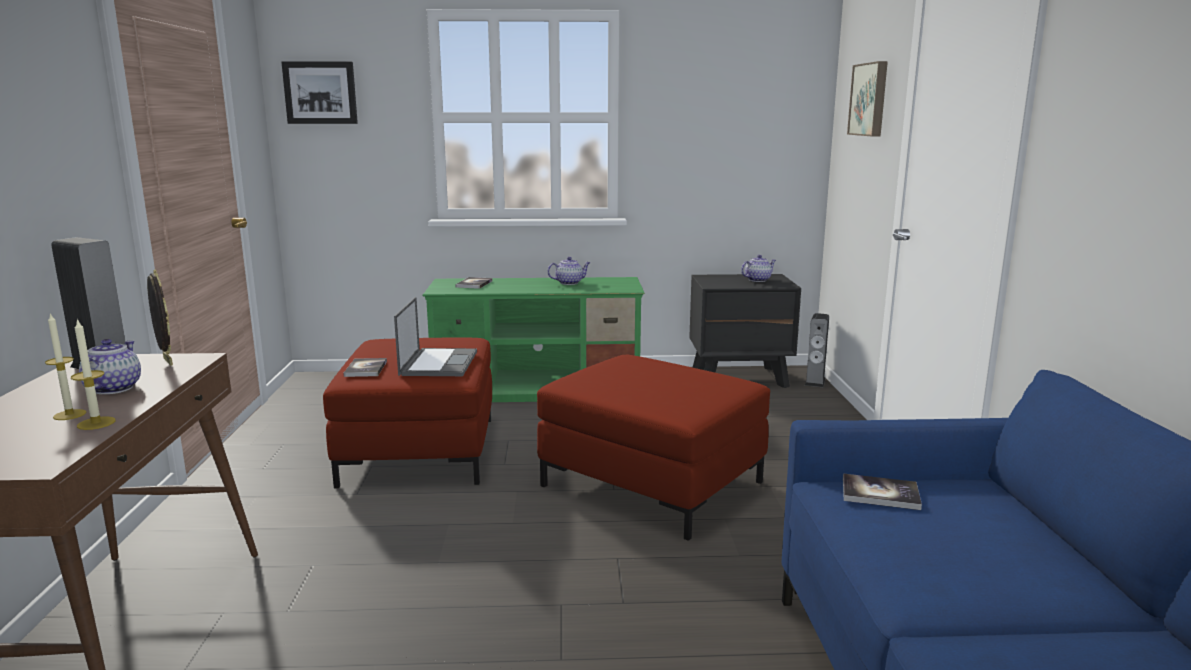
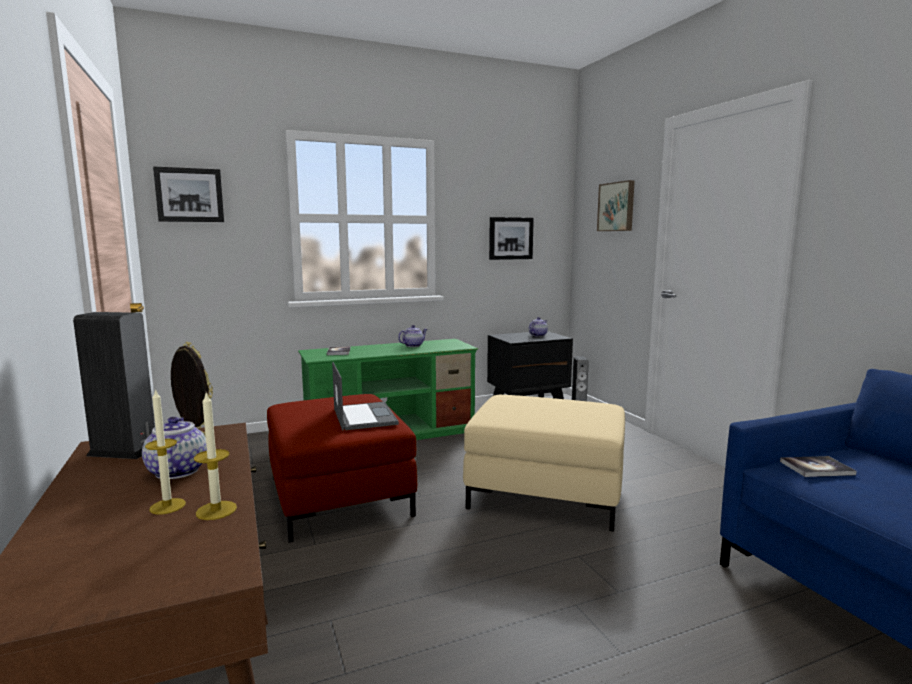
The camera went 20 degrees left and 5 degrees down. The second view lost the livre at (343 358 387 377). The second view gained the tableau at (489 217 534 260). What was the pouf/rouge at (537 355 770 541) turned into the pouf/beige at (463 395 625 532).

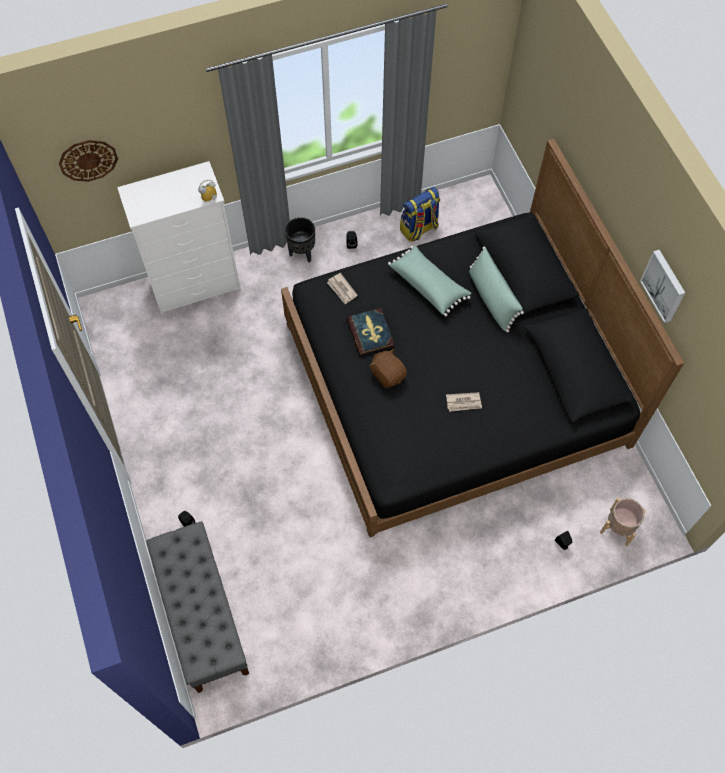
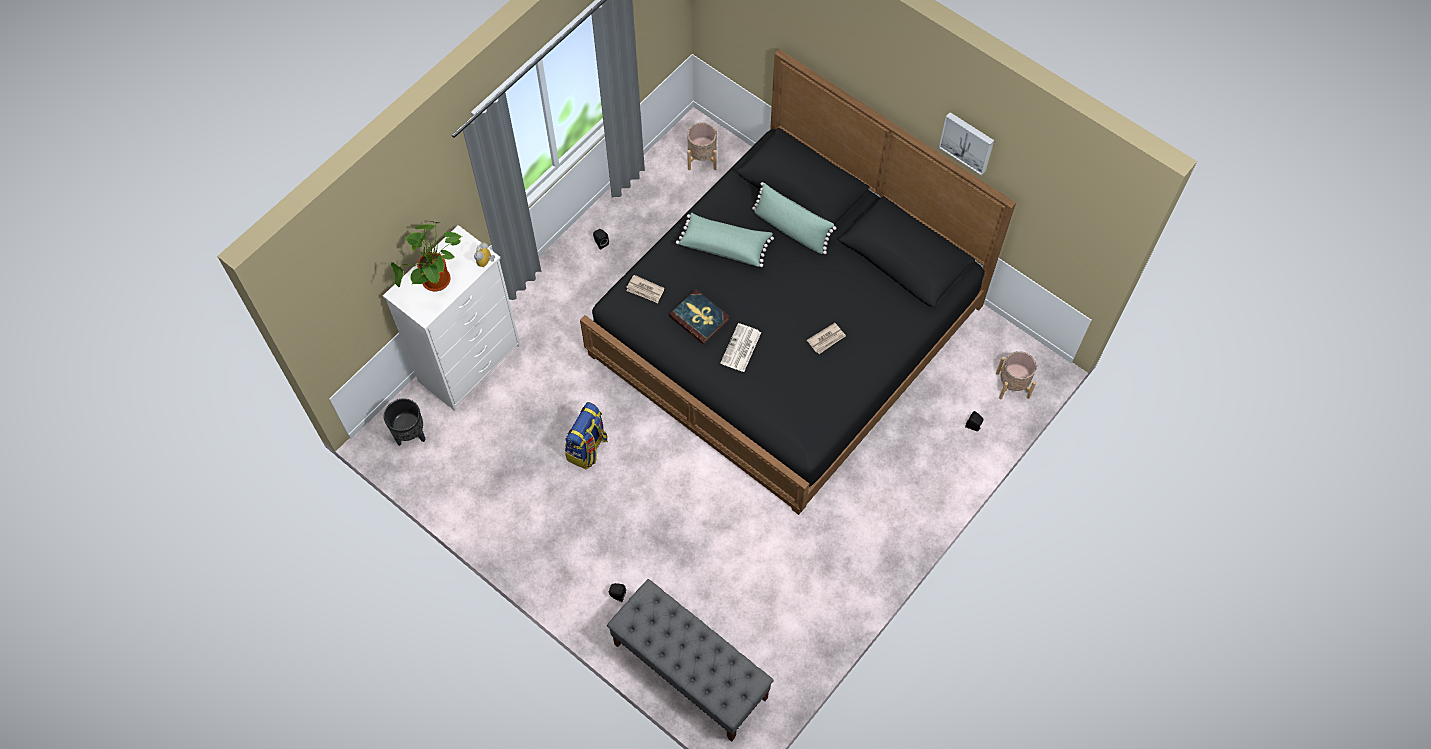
The camera went 30 degrees left and 0 degrees up. The second view lost the horloge murale at (59 140 118 182). The second view gained the plante en pot at (391 221 462 291). The second view gained the cache-pot/beige at (687 122 717 170). The cache-pot/noir ended up elsewhere, having gone from (285 217 315 262) to (384 398 426 446). The sac à dos ended up elsewhere, having gone from (400 187 440 242) to (565 402 608 469). Where the peluche/marron stood at (370 349 407 388), the journal came to stand at (721 323 761 372).

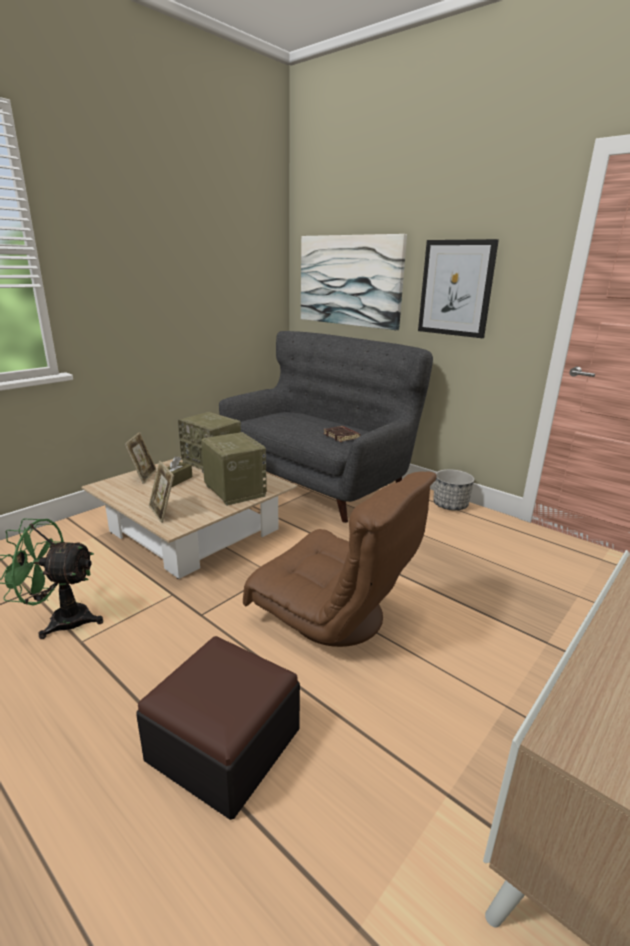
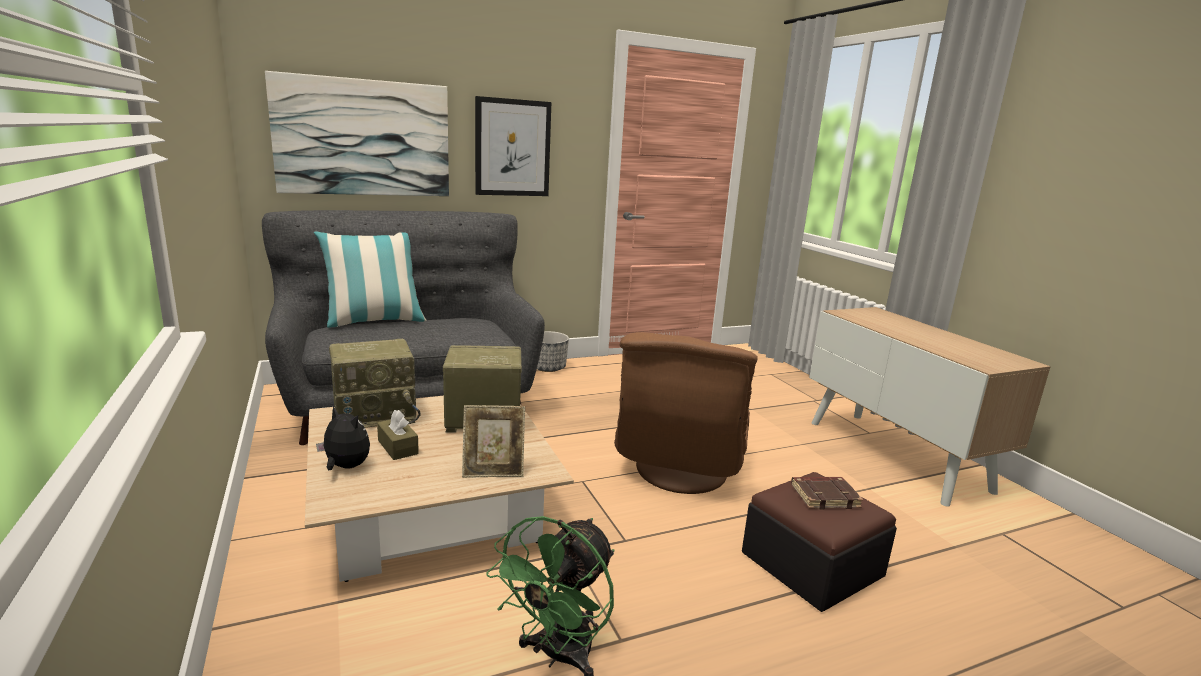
The camera went 65 degrees left and 5 degrees down. The second view gained the coussin at (314 232 427 328). The livre/marron ended up elsewhere, having gone from (323 426 361 442) to (791 477 863 510). Where the cadre photo stood at (125 432 157 484), the peluche came to stand at (316 406 370 470). The fauteuil/marron at (243 471 437 647) ended up facing another way, 135 degrees clockwise from before.

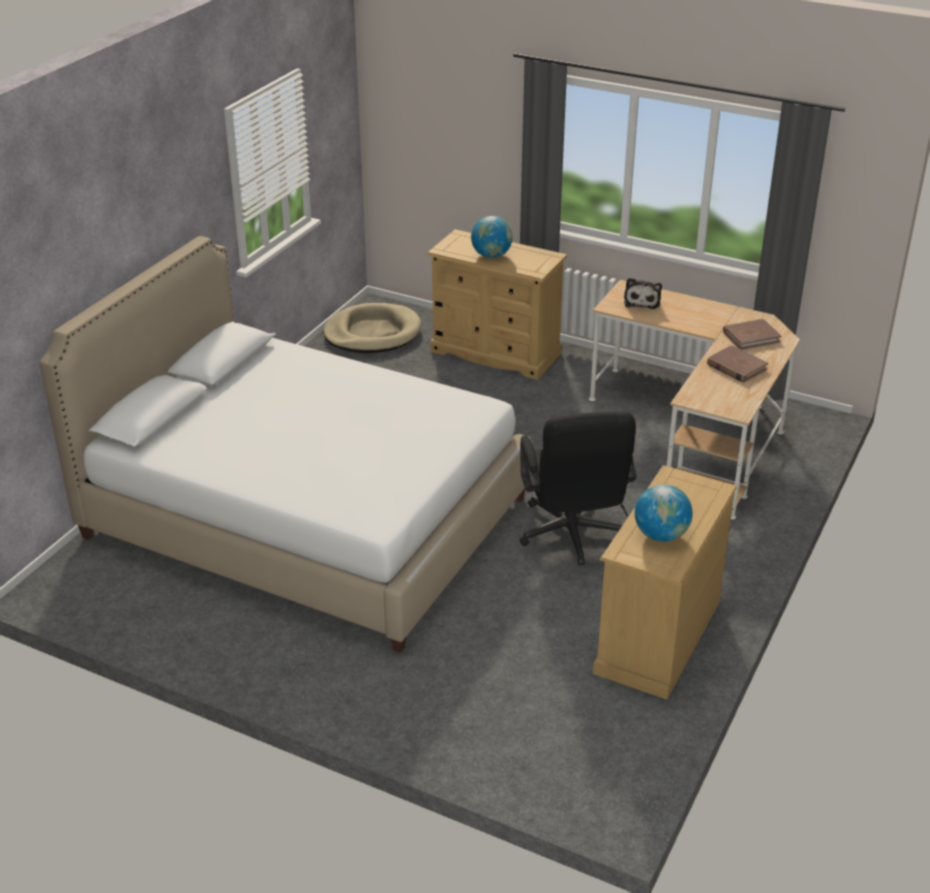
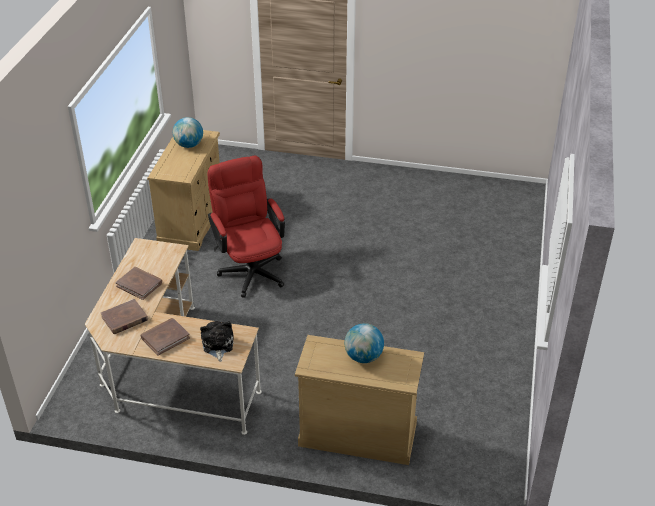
The camera went 165 degrees right and 5 degrees up. The second view lost the lit/blanc at (39 236 531 653). The second view lost the panier pour chien/beige at (323 303 421 353). The second view gained the livre/marron at (141 318 190 356). What was the chaise de bureau/noir at (520 412 637 565) turned into the chaise de bureau/rouge at (207 156 285 298).

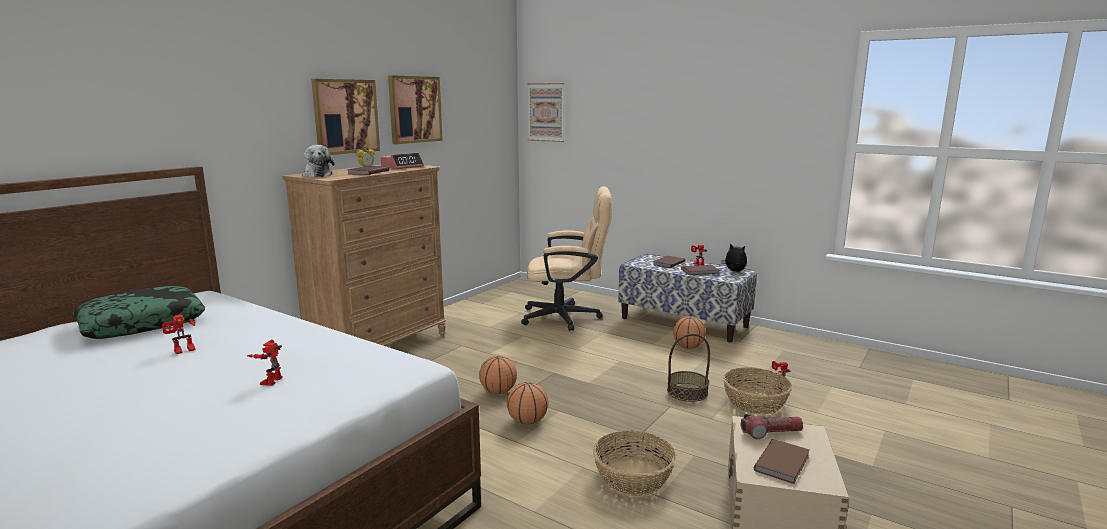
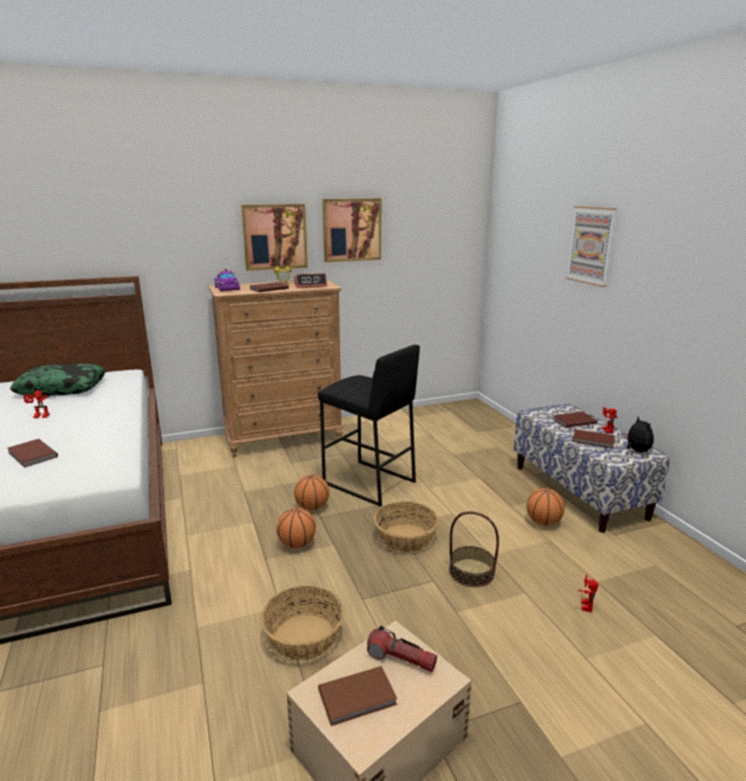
The camera went 35 degrees right and 5 degrees up. The second view lost the chaise de bureau/beige at (521 186 612 331). The second view gained the tabouret/noir at (318 345 420 507). The tableau ended up elsewhere, having gone from (527 83 564 142) to (566 206 617 287). The panier ended up elsewhere, having gone from (723 367 792 415) to (374 501 439 553). Where the robot jouet stood at (247 340 283 386), the livre/marron came to stand at (7 439 58 468). Where the peluche stood at (303 145 335 177), the petite voiture/violet came to stand at (214 269 240 291).

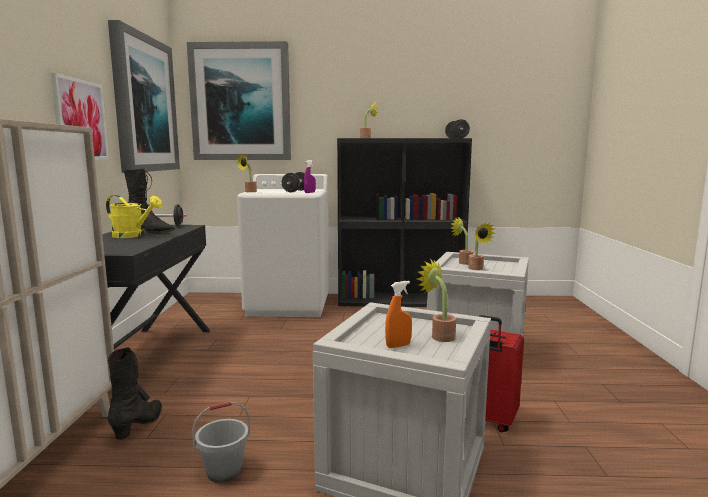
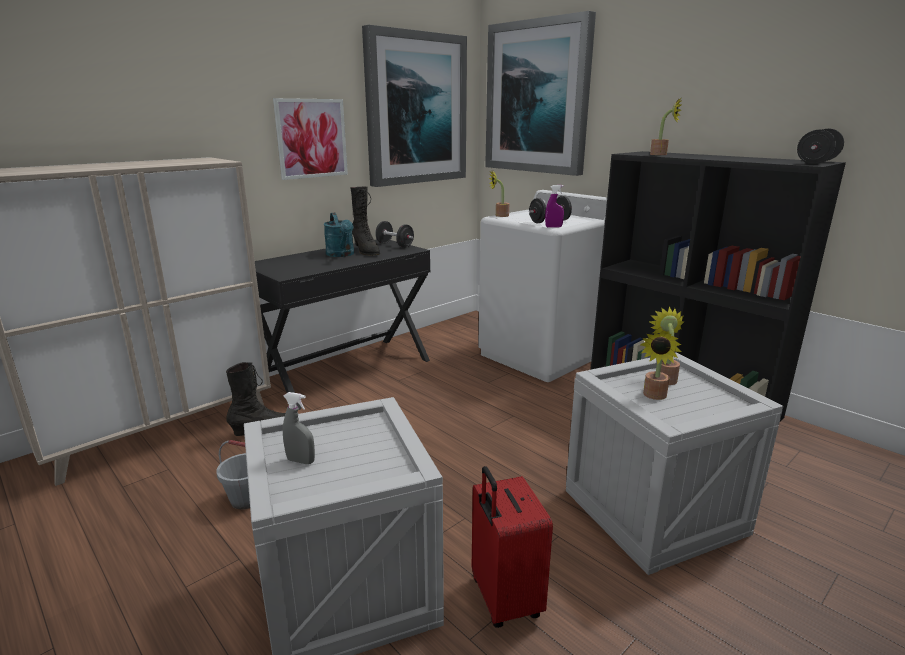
The camera went 45 degrees right and 10 degrees up. The second view lost the plante en pot at (417 259 456 342). What was the arrosoir/jaune at (106 195 162 238) turned into the arrosoir/turquoise at (324 213 354 257). What was the vaporisateur/orange at (385 281 412 348) turned into the vaporisateur/gris at (283 392 315 464).

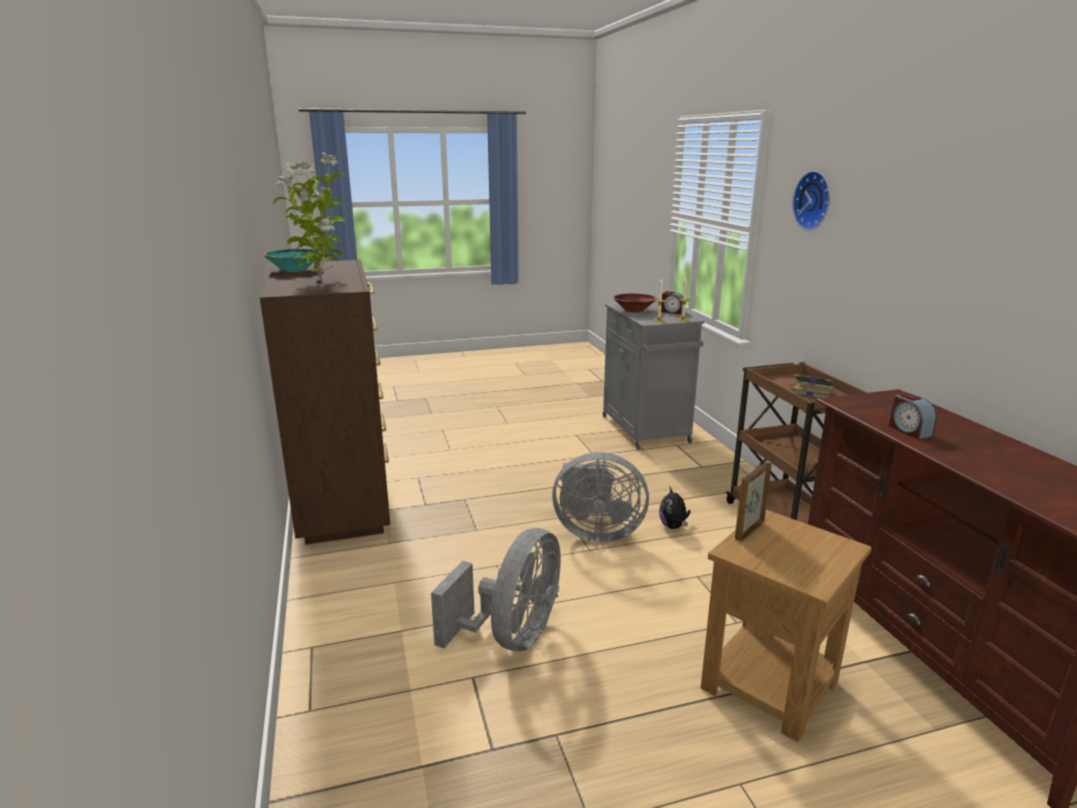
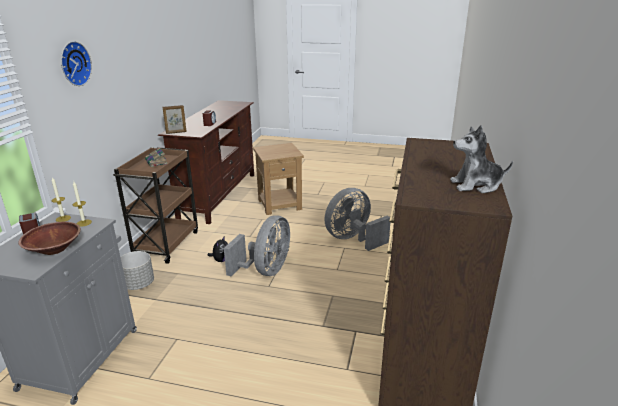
The camera went 150 degrees left and 5 degrees up. The second view lost the plante en pot at (273 153 345 282). The second view gained the cache-pot/gris at (120 251 154 290). The cadre photo ended up elsewhere, having gone from (735 462 772 542) to (162 105 187 134). Where the bol/turquoise stood at (263 249 321 272), the peluche came to stand at (450 125 513 193). The ventilateur/gris at (552 452 649 542) ended up facing another way, 75 degrees clockwise from before.

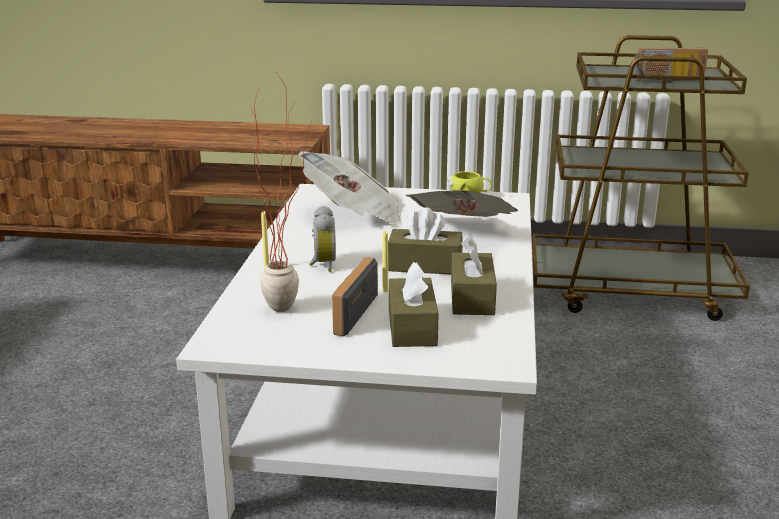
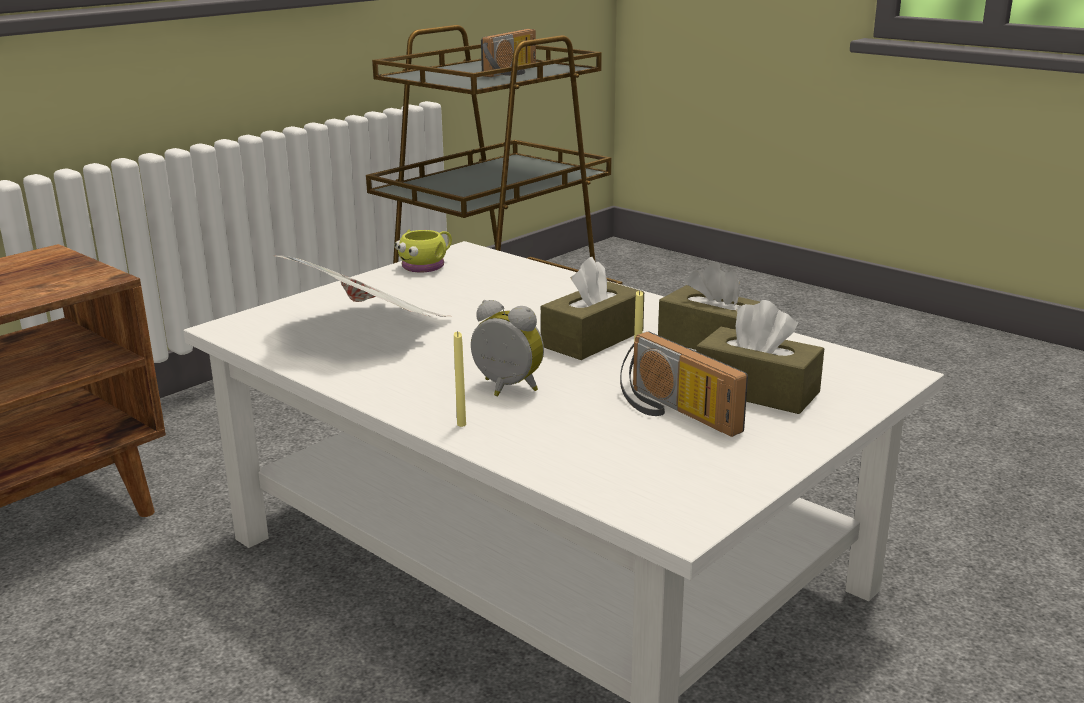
The camera went 55 degrees left and 0 degrees up. The second view lost the plante en pot at (249 71 312 312). The second view lost the journal at (406 190 518 217).

